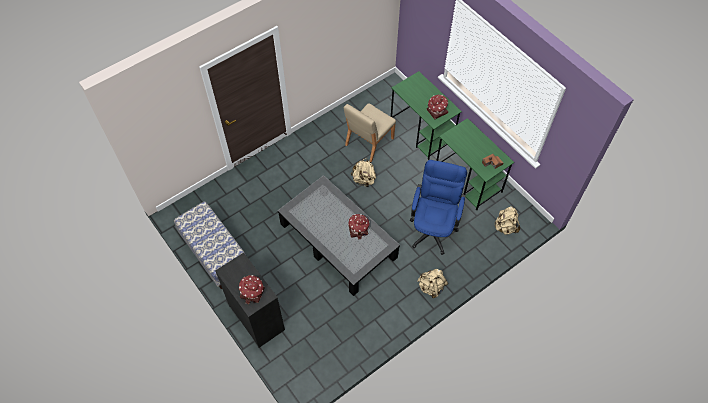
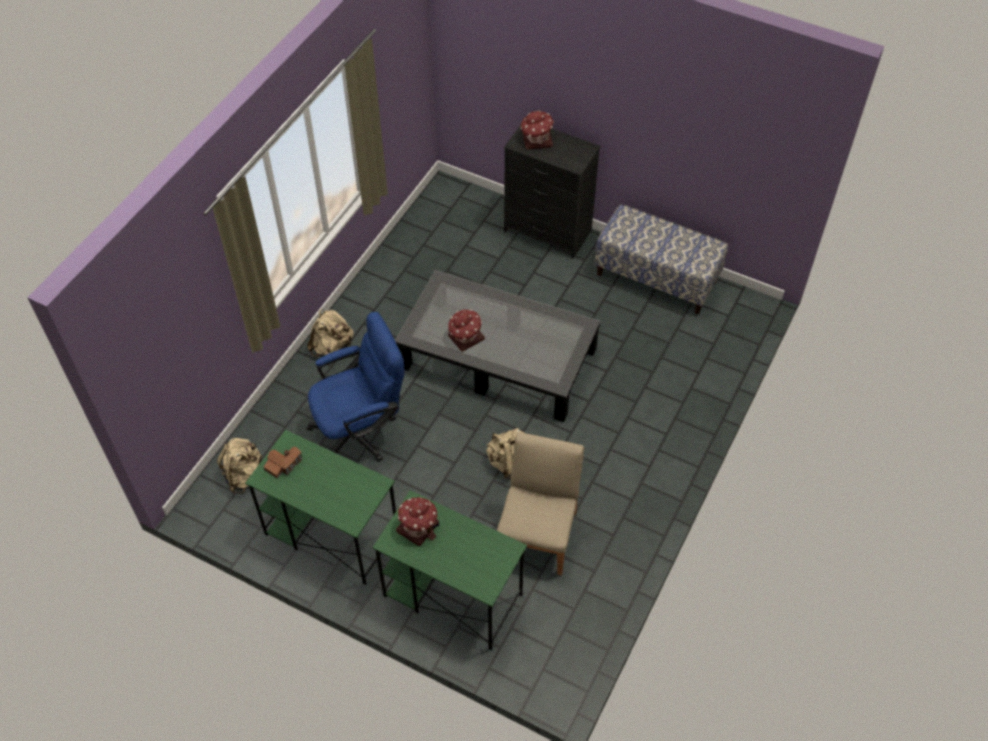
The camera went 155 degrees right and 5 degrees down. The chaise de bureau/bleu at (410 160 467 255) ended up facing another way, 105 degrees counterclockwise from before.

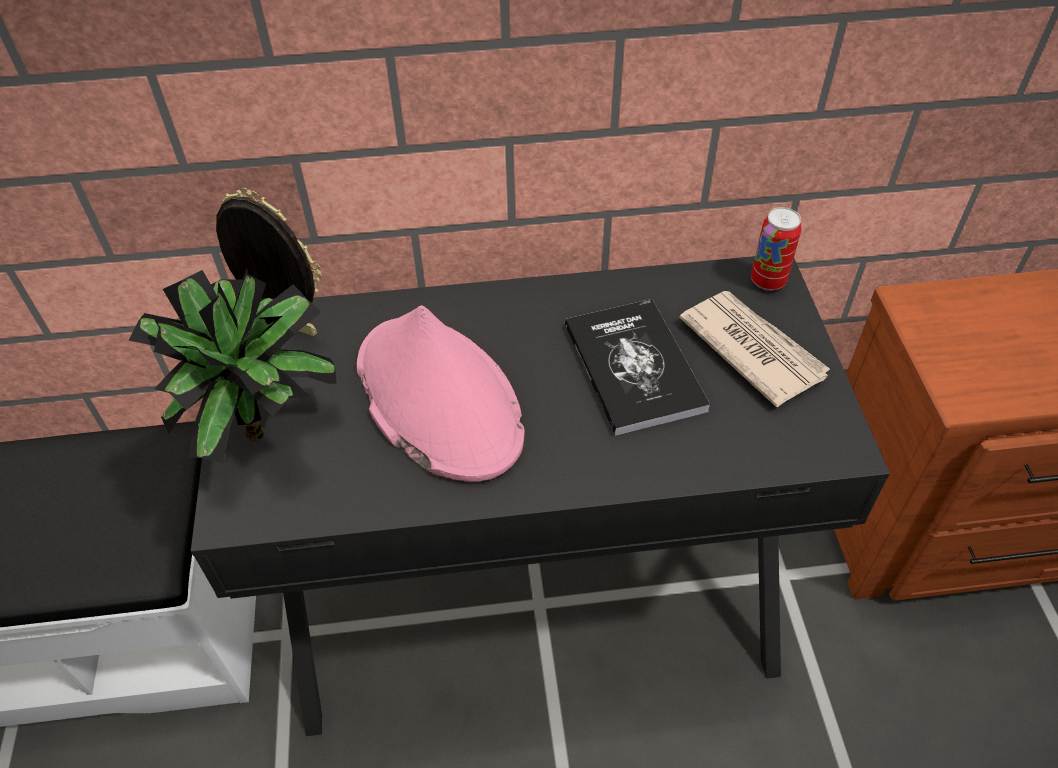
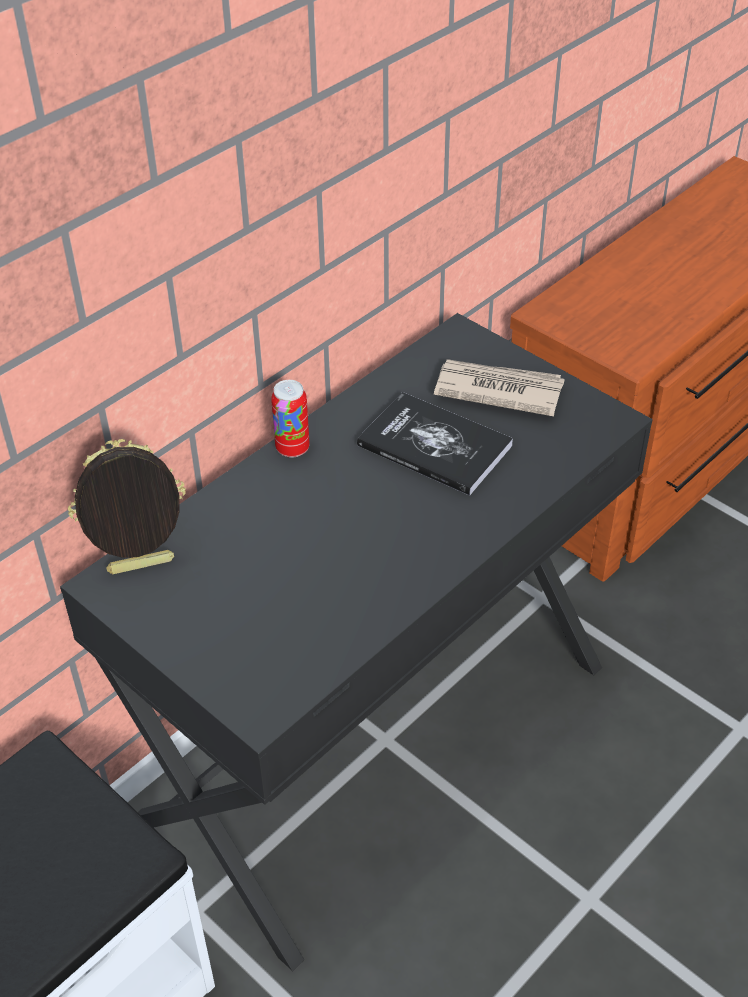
The camera went 40 degrees left and 5 degrees down. The second view lost the plante en pot at (128 269 337 463). The second view lost the chapeau/rose at (357 305 524 482). The boîte métallique ended up elsewhere, having gone from (751 207 802 291) to (271 380 310 458).

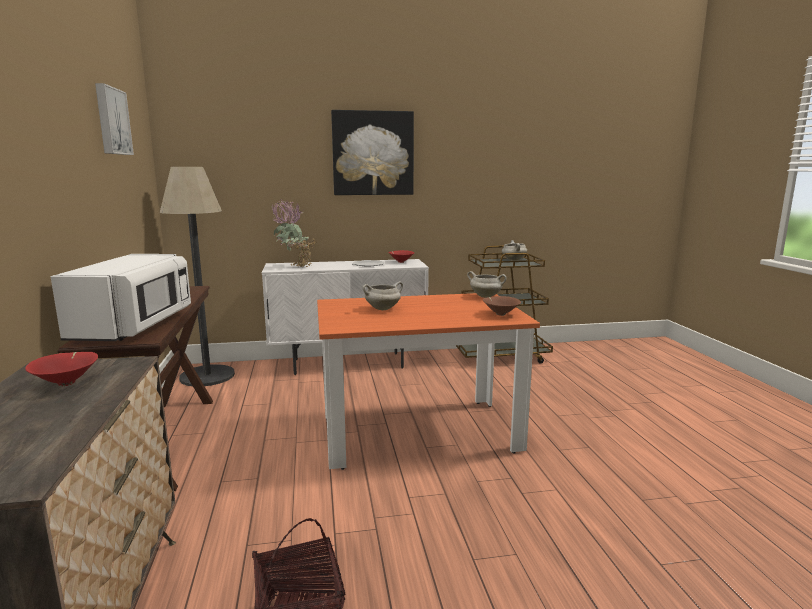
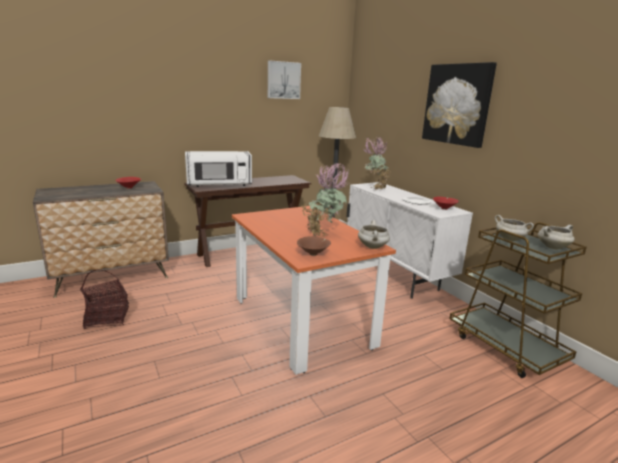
The camera went 70 degrees right and 5 degrees up. The second view gained the plante en pot at (301 163 349 237). The marmite/blanc ended up elsewhere, having gone from (362 281 403 310) to (495 215 534 241).

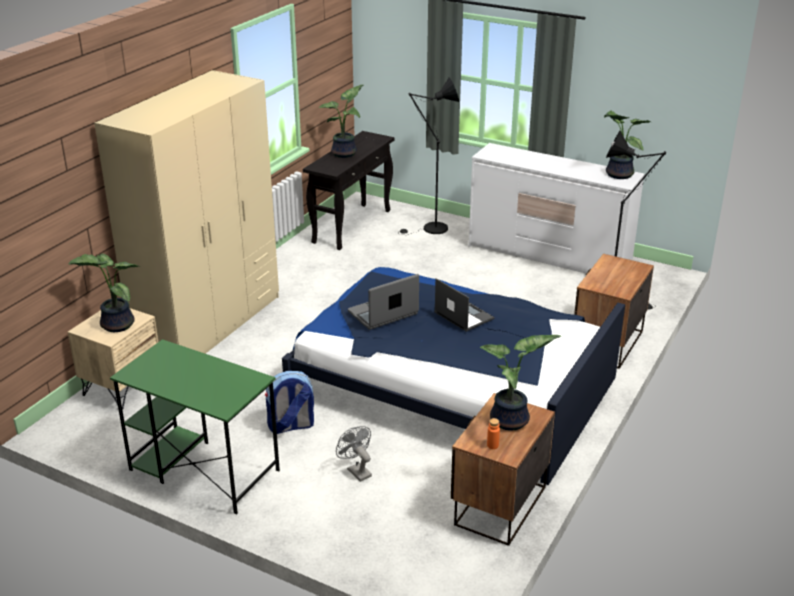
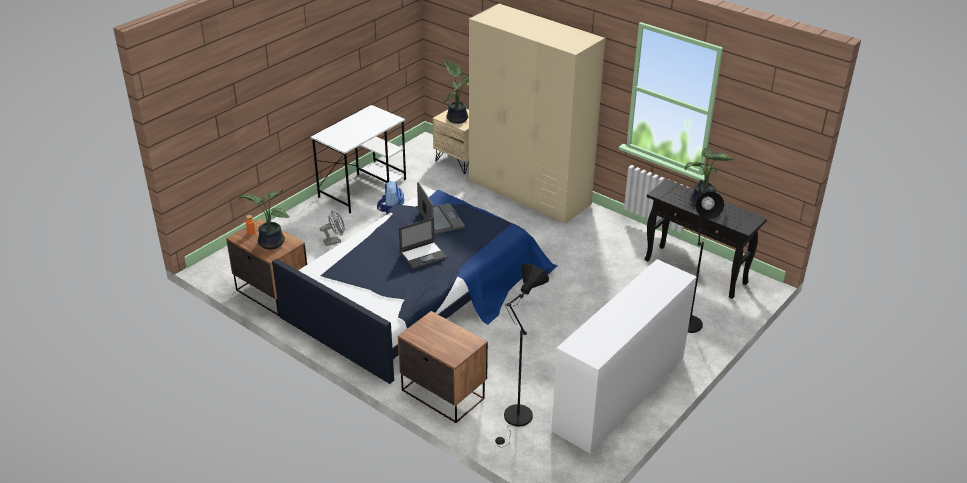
The camera went 100 degrees right and 5 degrees up. The second view lost the plante en pot at (604 110 650 179). What was the bureau/vert at (110 339 280 514) turned into the bureau/blanc at (310 105 406 214).

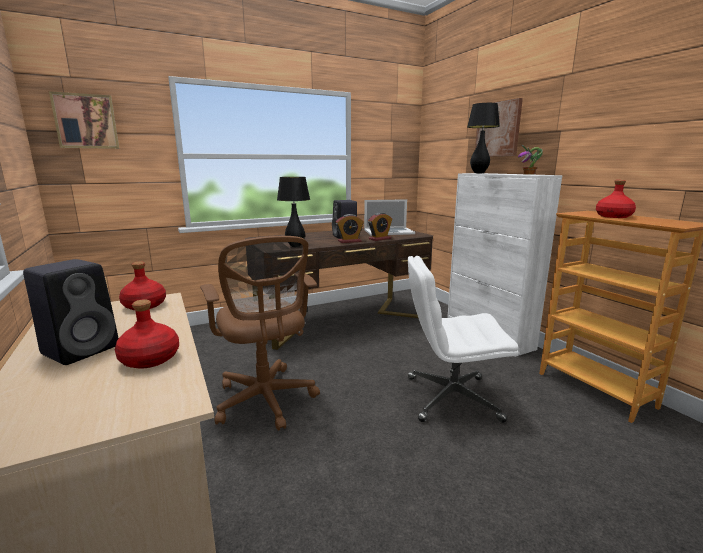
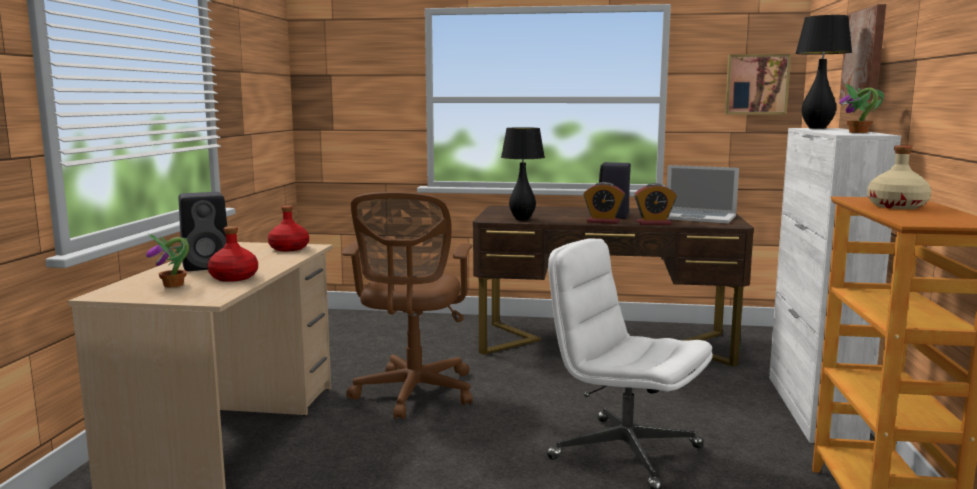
The camera went 35 degrees right and 5 degrees down. The second view gained the plante en pot at (146 234 189 287). The tableau ended up elsewhere, having gone from (49 91 119 149) to (725 54 791 115). What was the bouteille/rouge at (596 180 636 218) turned into the bouteille/beige at (867 145 931 209).

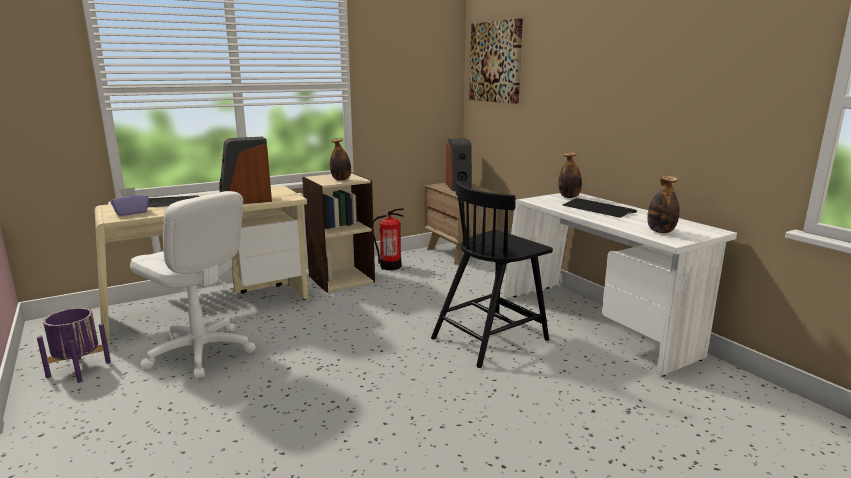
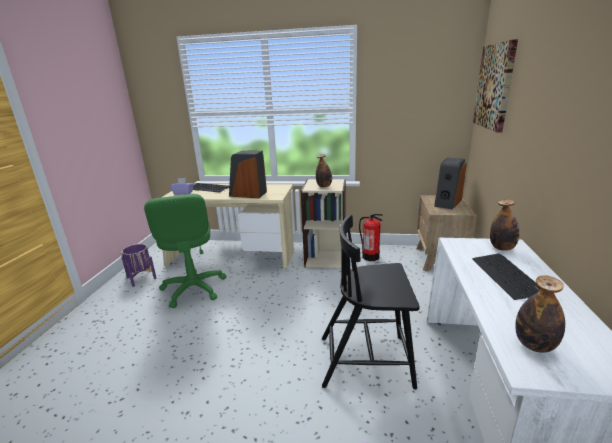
The camera went 40 degrees right and 5 degrees up. What was the chaise de bureau/blanc at (130 191 256 379) turned into the chaise de bureau/vert at (144 194 227 308).

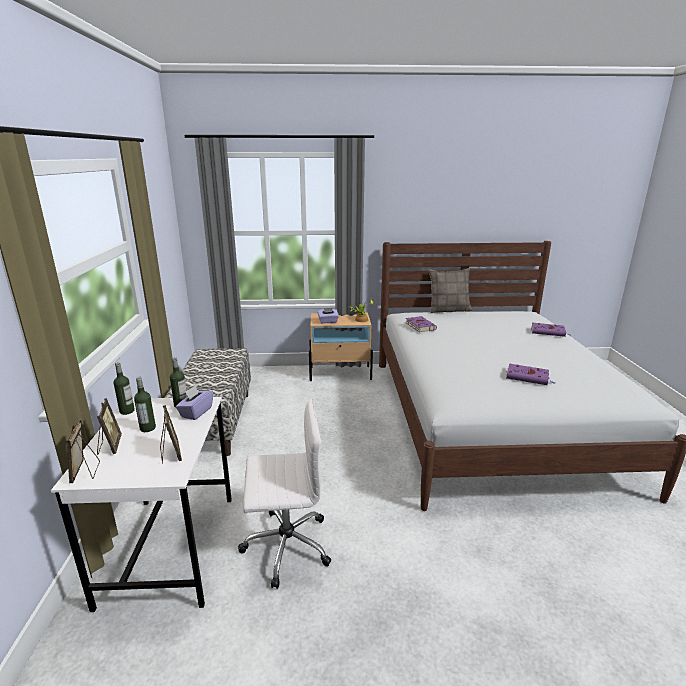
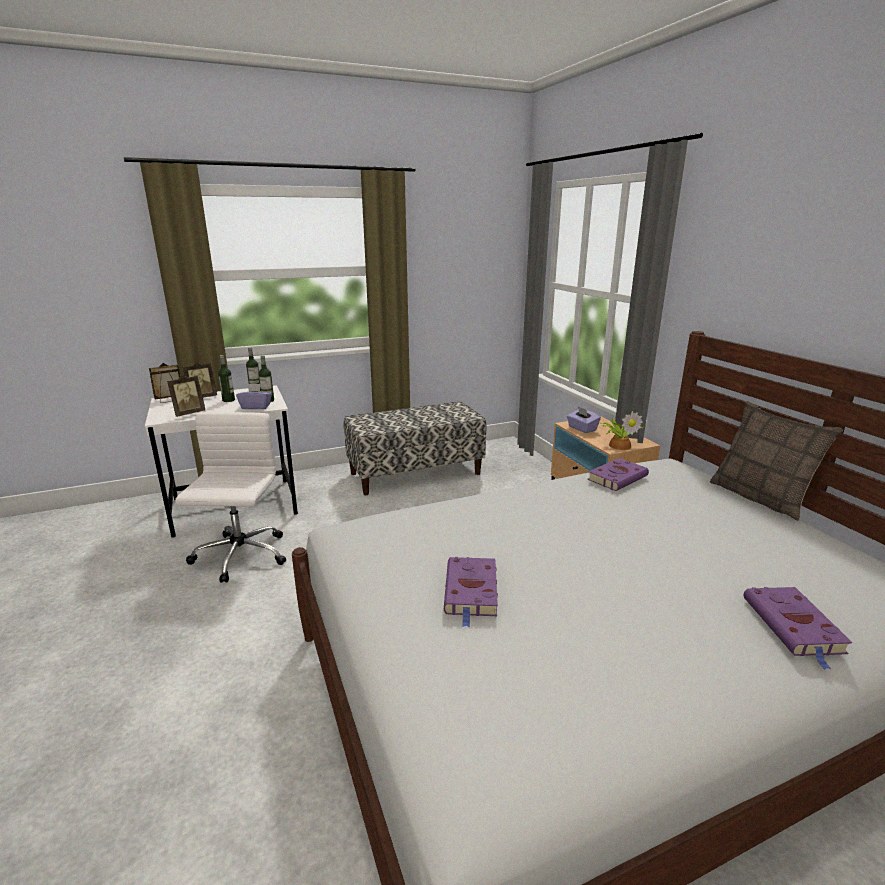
The camera went 70 degrees right and 0 degrees up. The chaise de bureau/blanc at (238 399 331 589) ended up facing another way, 150 degrees counterclockwise from before.

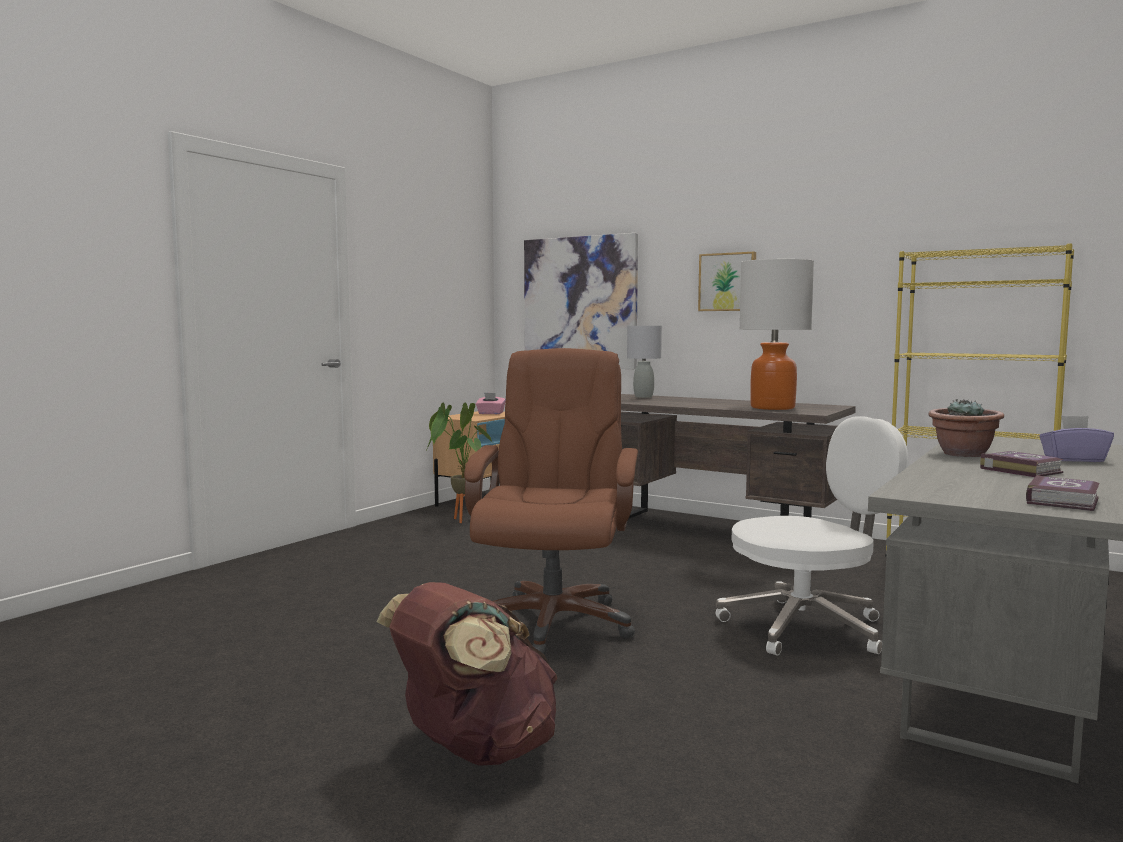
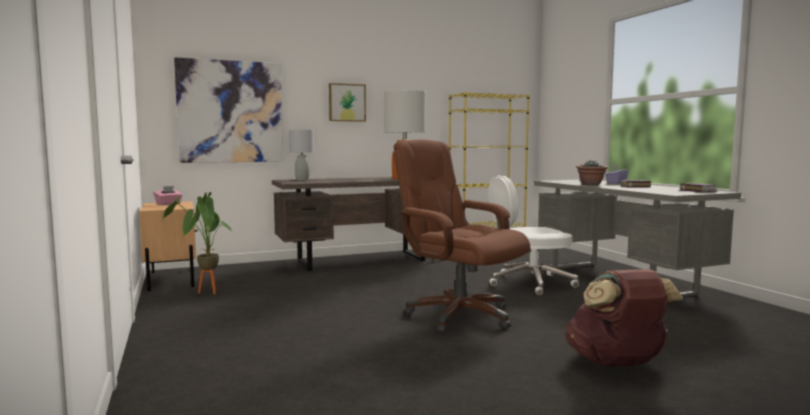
The camera went 55 degrees left and 0 degrees up. The chaise de bureau/blanc at (716 416 908 656) ended up facing another way, 120 degrees counterclockwise from before.

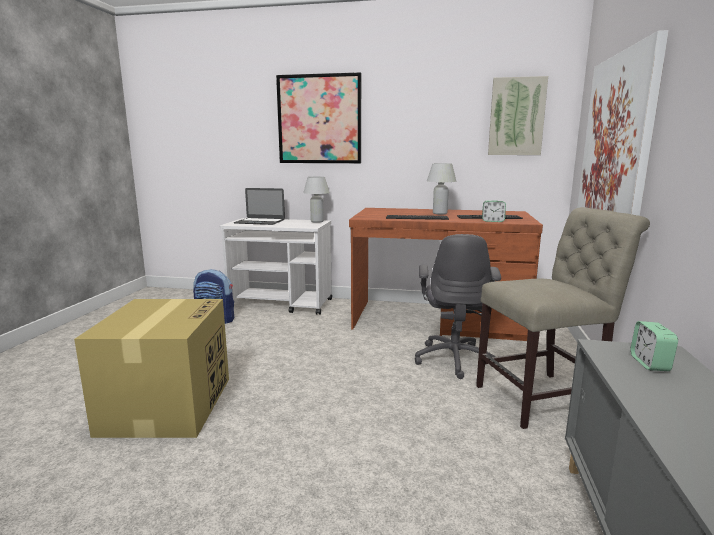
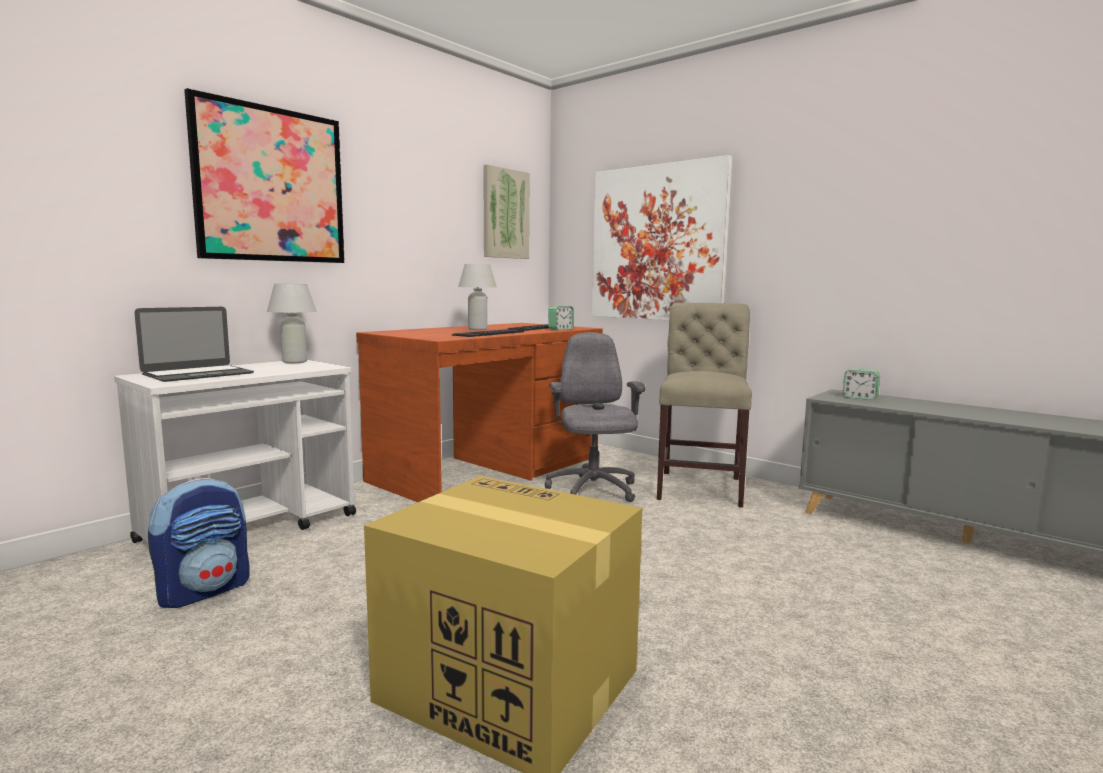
The camera went 60 degrees left and 5 degrees down. The chaise de bureau/gris at (415 234 501 379) ended up facing another way, 135 degrees counterclockwise from before.

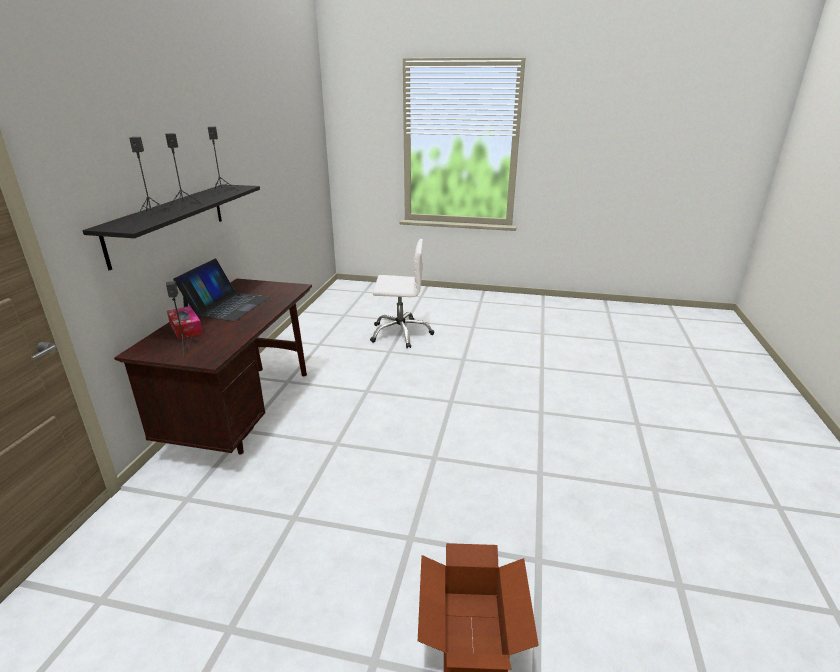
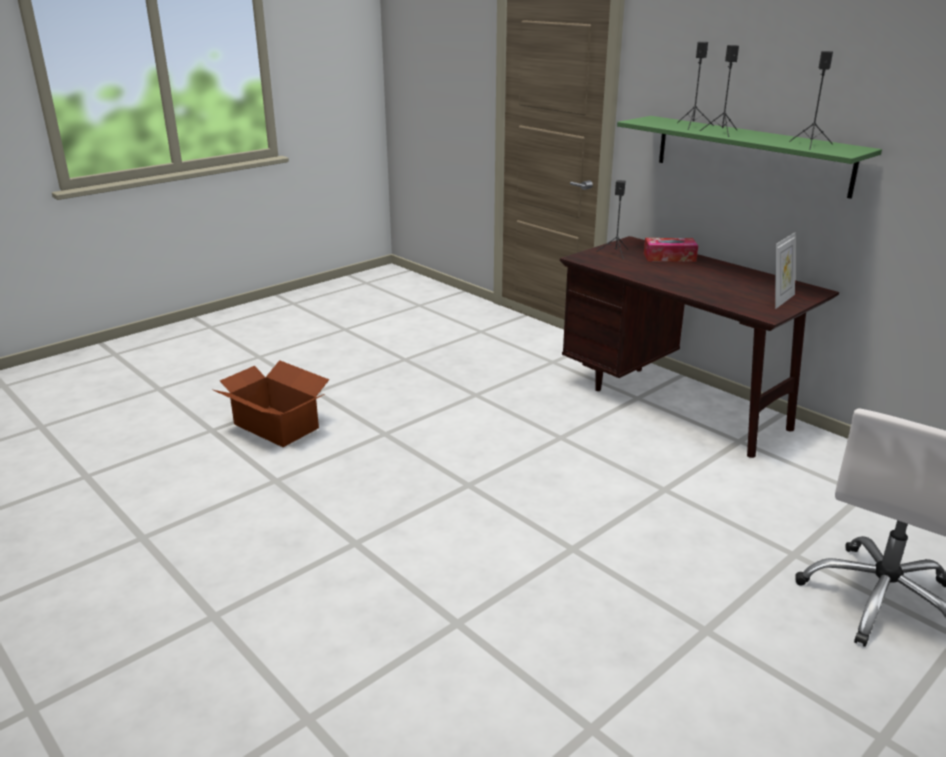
The camera went 125 degrees right and 0 degrees up. The second view lost the ordinateur portable at (173 258 270 321). The second view gained the cadre photo at (775 233 795 309). What was the étagère/noir at (82 184 260 270) turned into the étagère/vert at (617 116 882 199).

